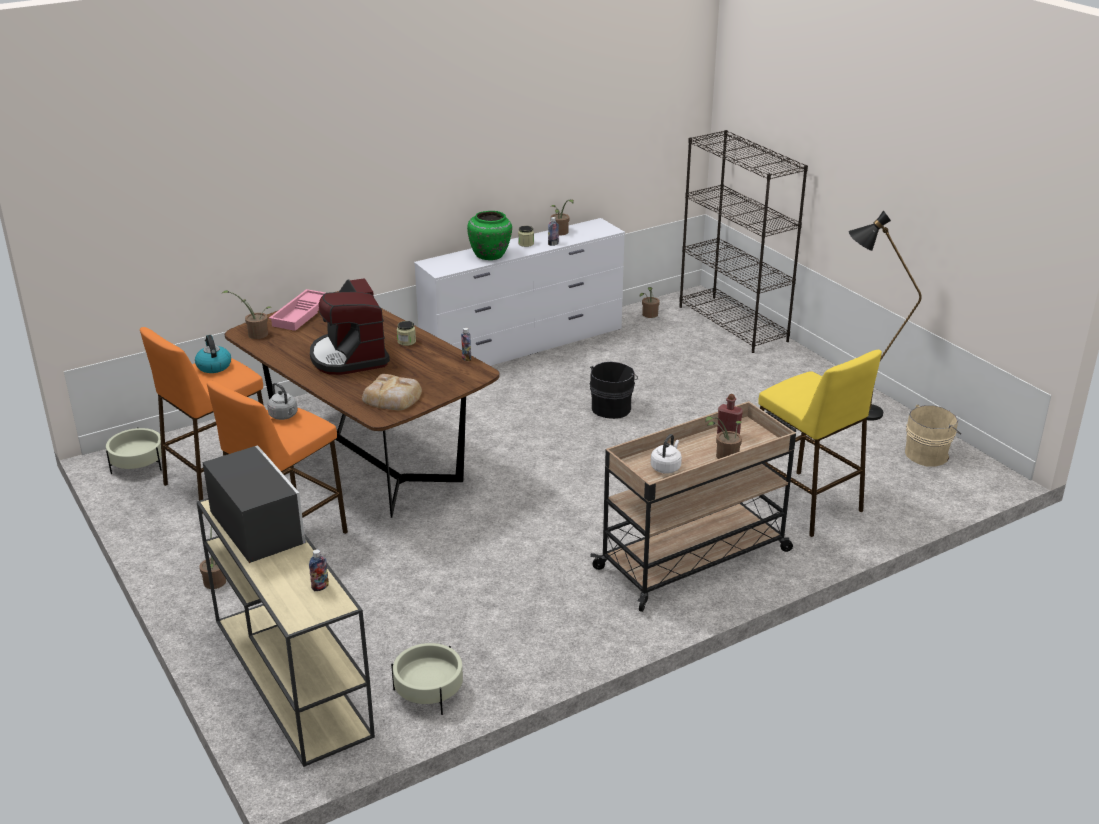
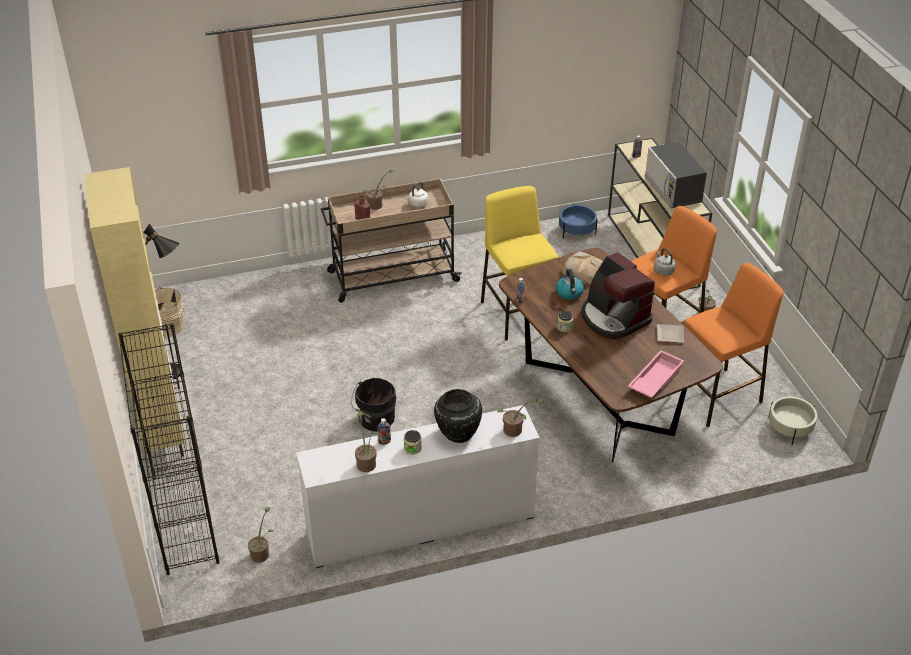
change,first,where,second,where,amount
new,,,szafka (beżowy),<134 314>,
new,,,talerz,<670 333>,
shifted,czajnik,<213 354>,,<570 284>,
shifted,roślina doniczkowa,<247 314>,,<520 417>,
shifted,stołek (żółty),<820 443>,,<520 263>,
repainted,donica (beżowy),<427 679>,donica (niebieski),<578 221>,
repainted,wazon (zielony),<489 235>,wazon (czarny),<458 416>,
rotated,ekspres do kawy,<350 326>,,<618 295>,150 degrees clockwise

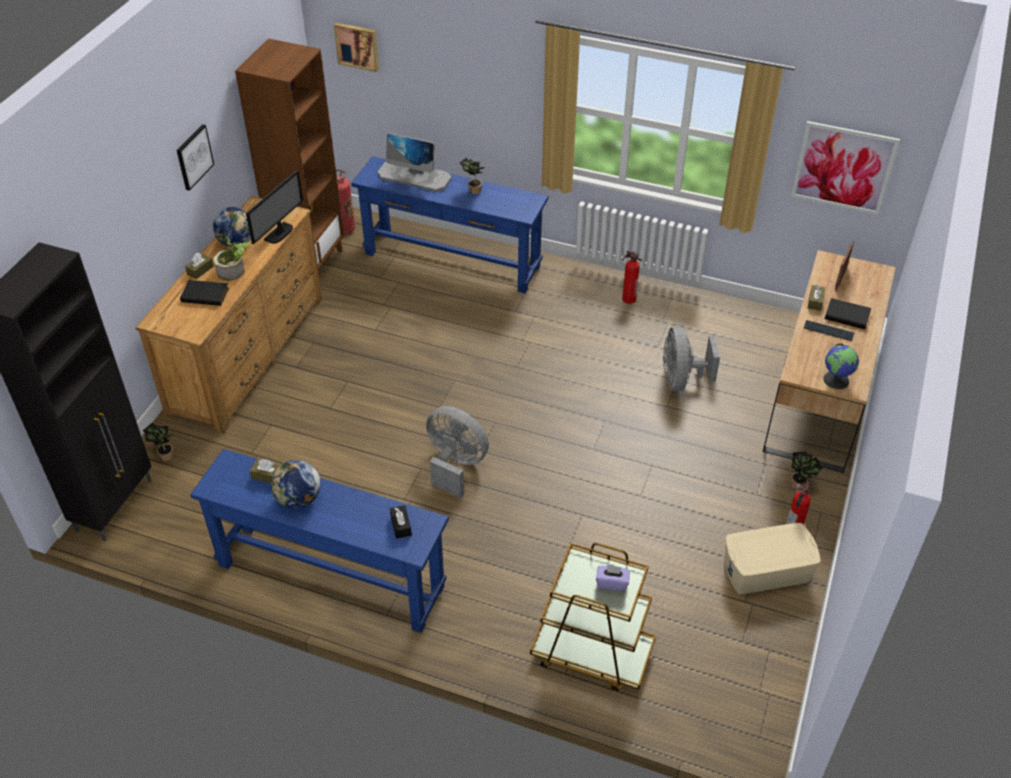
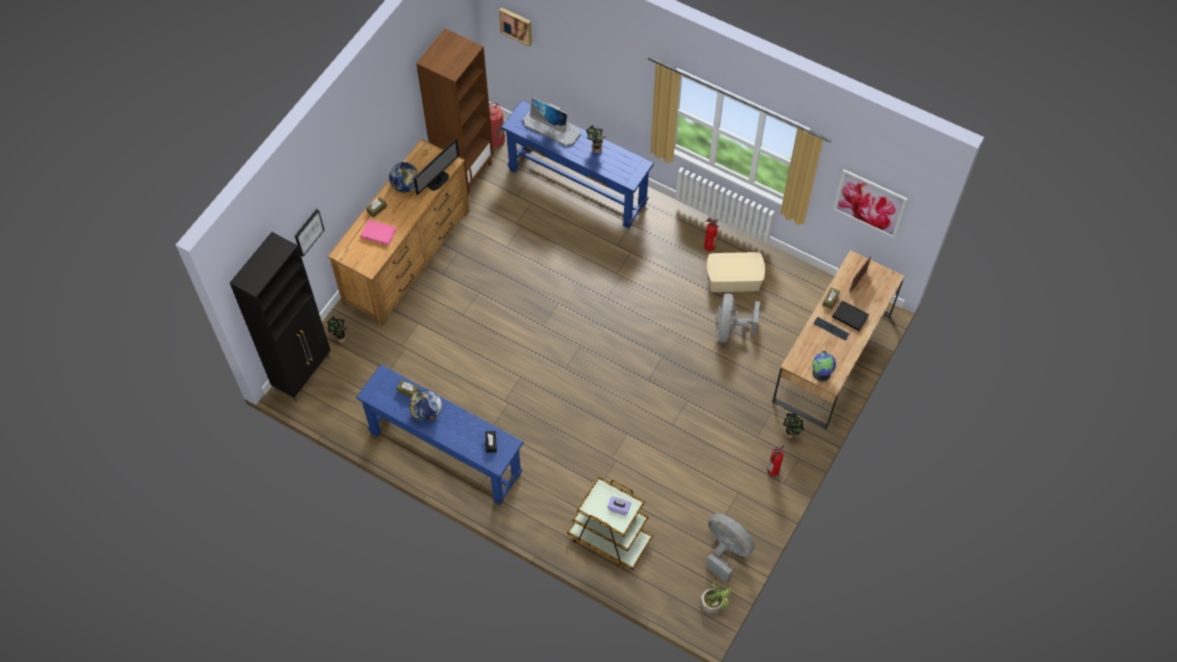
change,first,where,second,where,amount
shifted,obraz,<195 157>,,<309 232>,
shifted,roślina doniczkowa,<231 260>,,<716 597>,
shifted,wentylator (szary),<457 452>,,<730 548>,
shifted,pojemnik do przechowywania (beżowy),<772 558>,,<736 272>,
repainted,książka (czarny),<204 293>,książka (różowy),<378 232>,

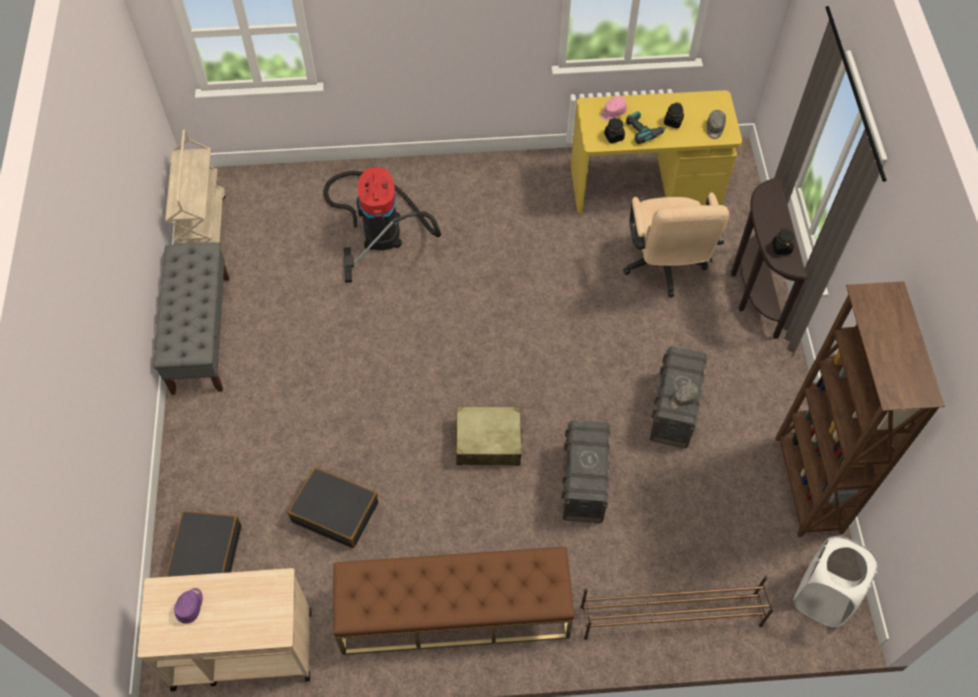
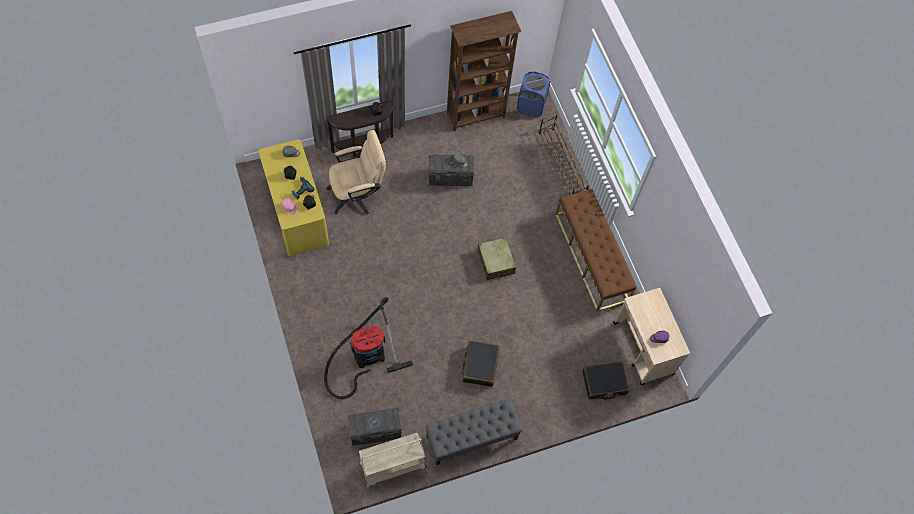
change,first,where,second,where,amount
shifted,walizka (czarny),<333 507>,,<481 363>,
shifted,pojemnik do przechowywania (szary),<586 471>,,<374 427>,
repainted,kosz na pranie (biały),<835 581>,kosz na pranie (niebieski),<533 94>,

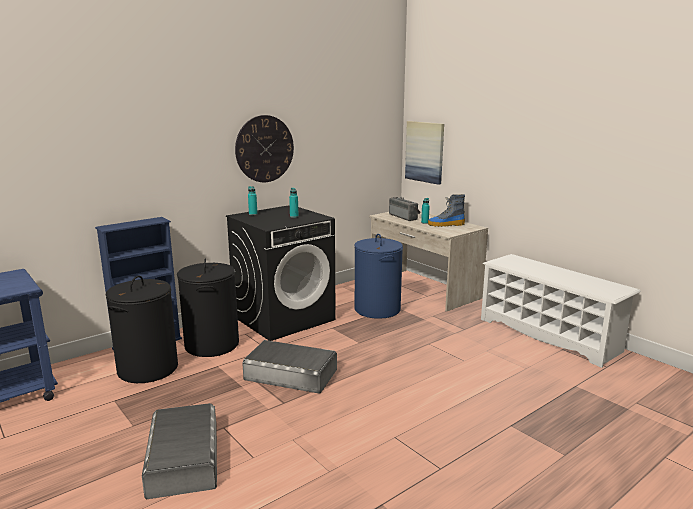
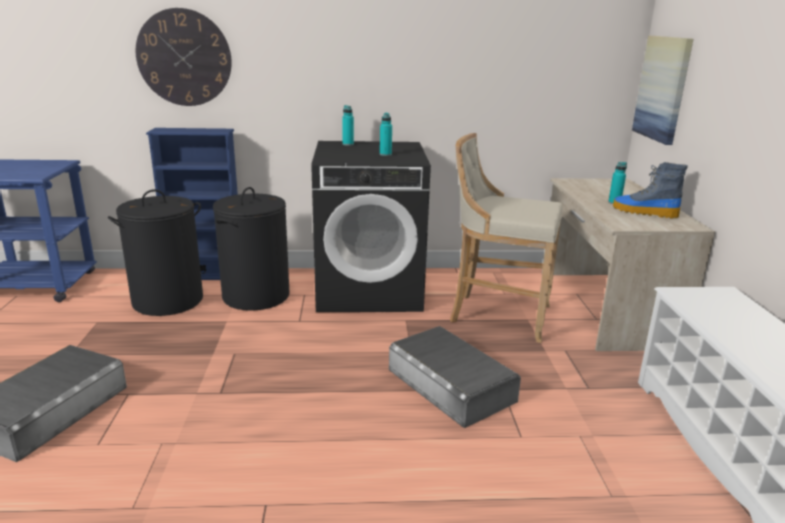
change,first,where,second,where,amount
gone,radio,<405 209>,,,
shifted,zegar ścienny,<264 148>,,<184 57>,
shifted,pojemnik do przechowywania (szary),<289 367>,,<455 377>,
swapped,kosz na pranie (niebieski),<378 276>,stołek (beżowy),<506 238>,

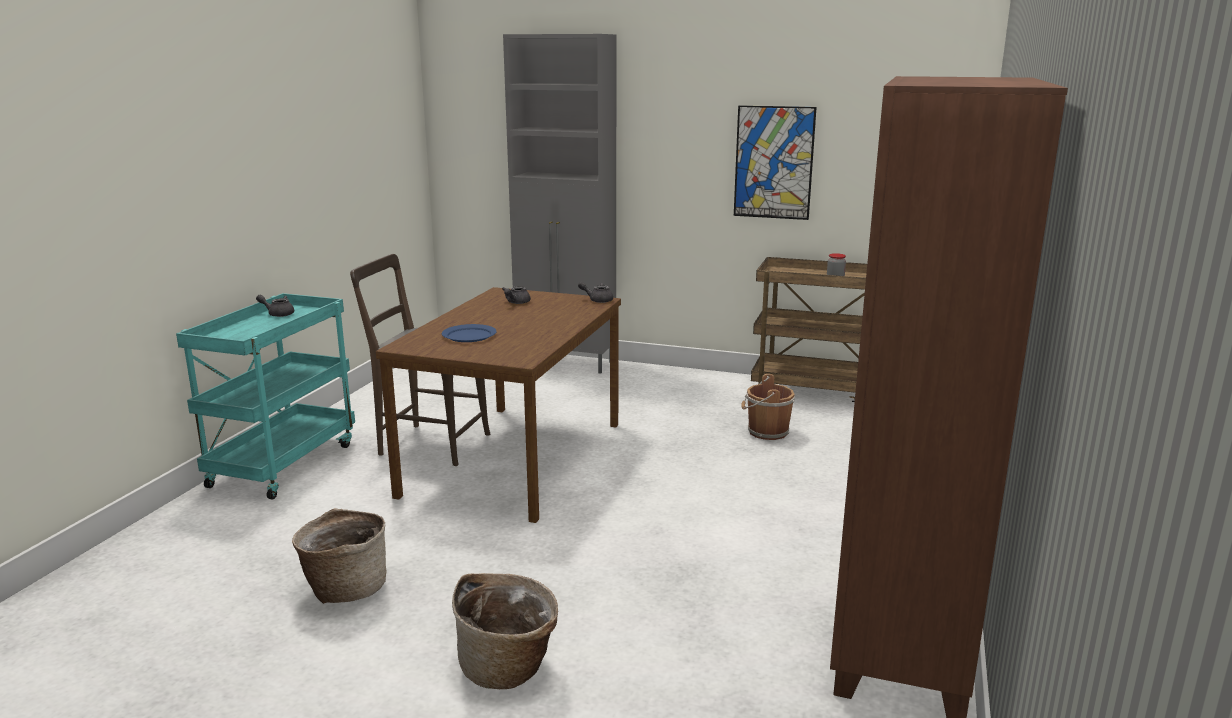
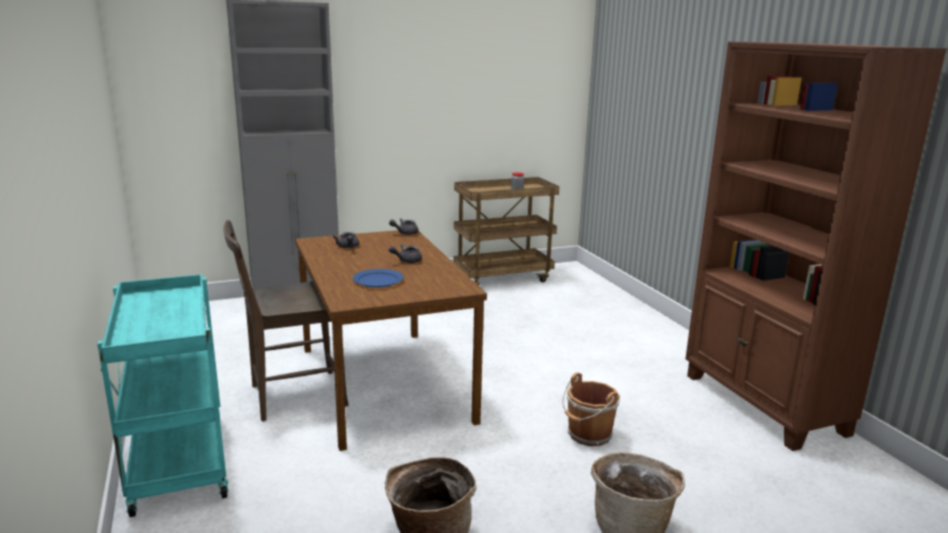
change,first,where,second,where,amount
gone,obraz,<775 162>,,,
shifted,imbryk (szary),<275 306>,,<405 253>,
shifted,wiadro (brązowy),<768 407>,,<591 409>,

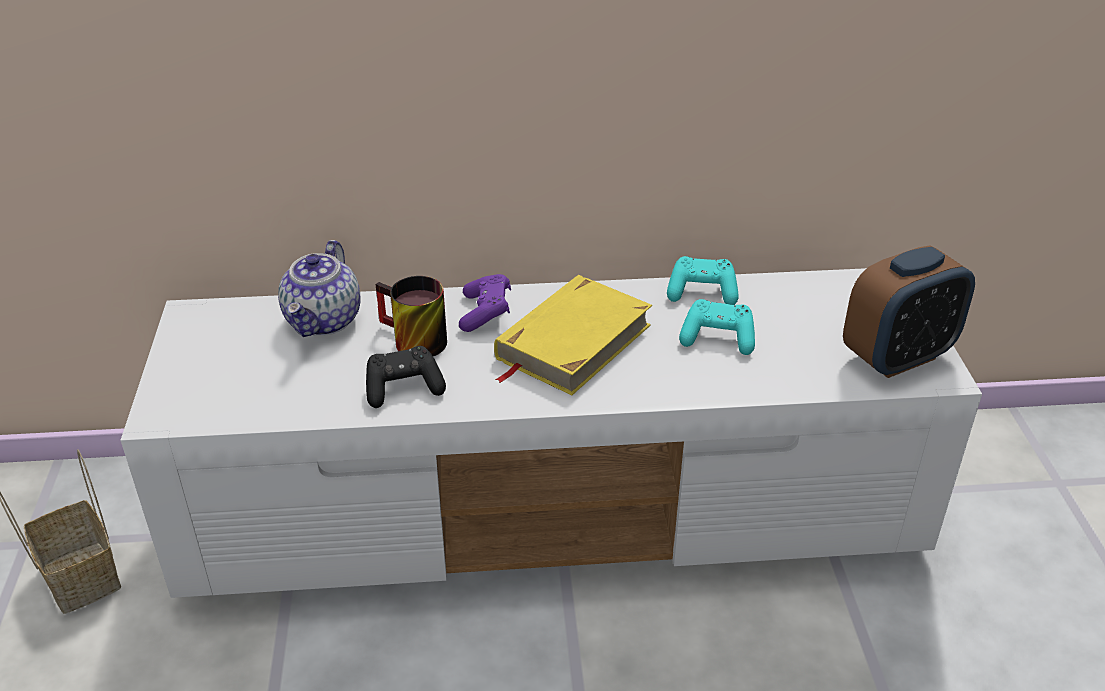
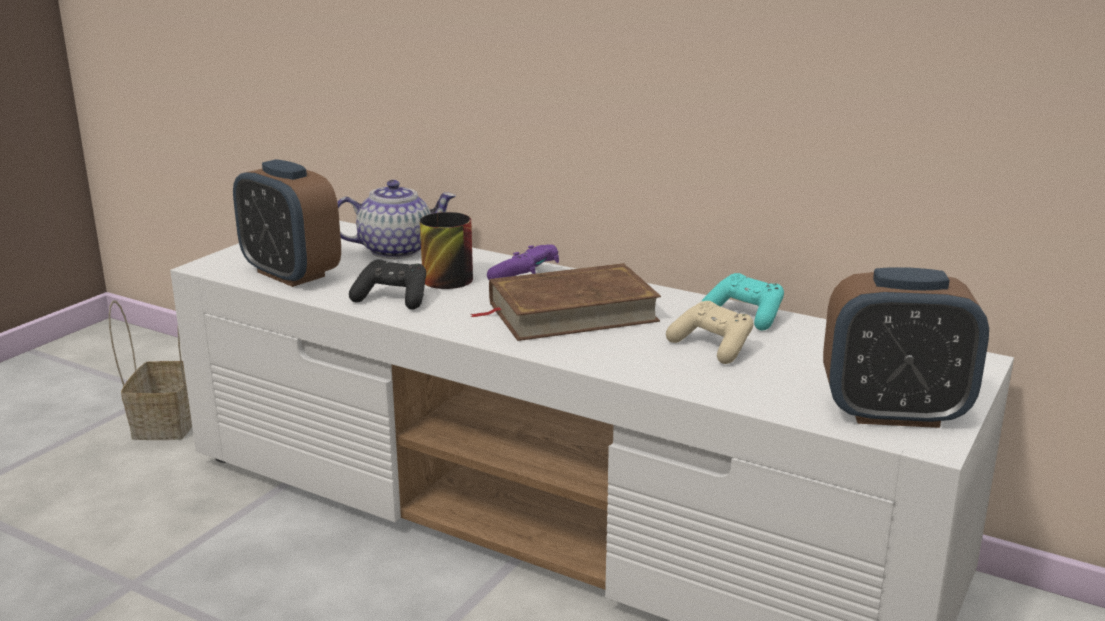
change,first,where,second,where,amount
new,,,budzik,<287 223>,
repainted,książka (żółty),<573 335>,książka (brązowy),<565 302>,
repainted,pad do gier (turkusowy),<717 327>,pad do gier (beżowy),<710 332>,
rotated,imbryk,<319 288>,,<396 219>,150 degrees counterclockwise

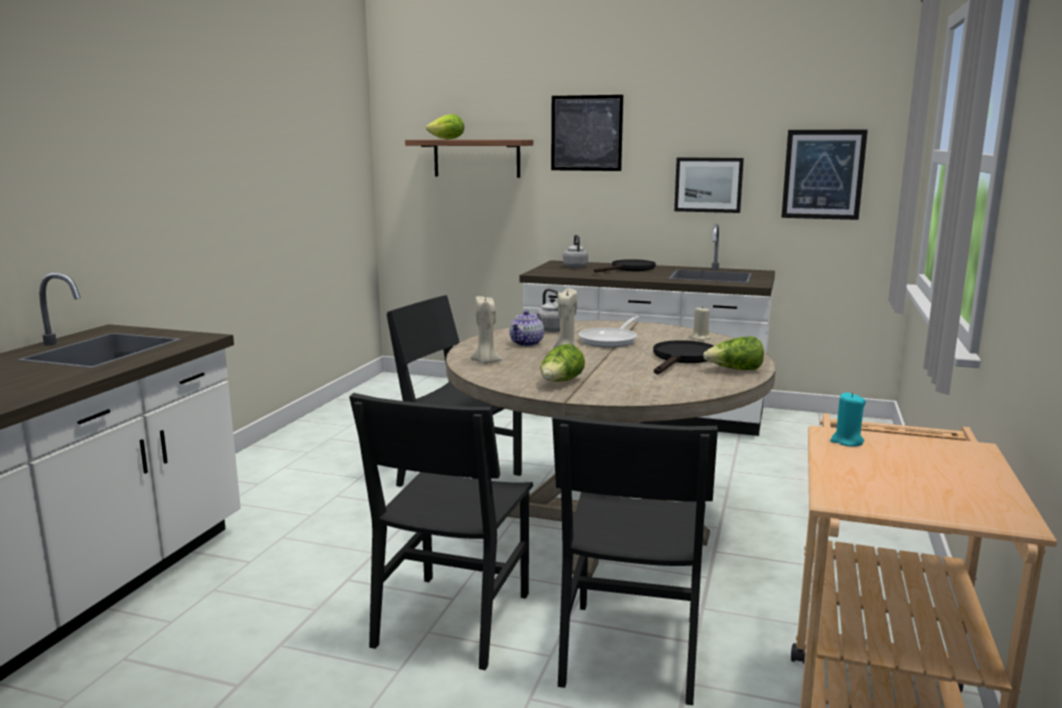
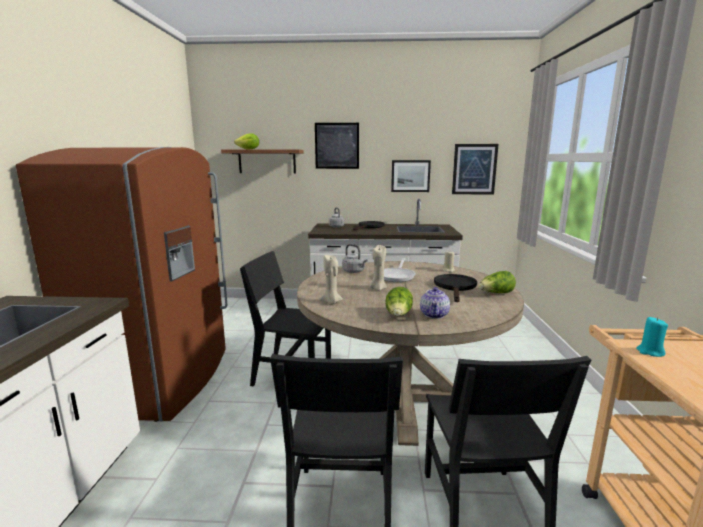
change,first,where,second,where,amount
new,,,lodówka (brązowy),<122 284>,
shifted,imbryk,<527 328>,,<435 303>,

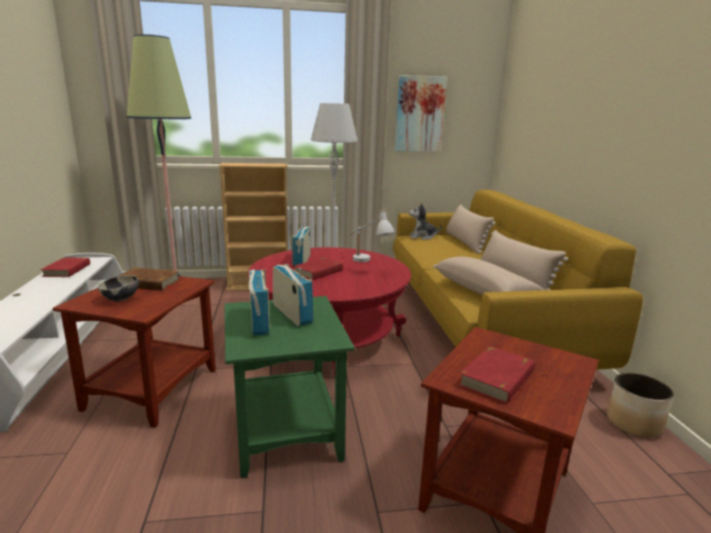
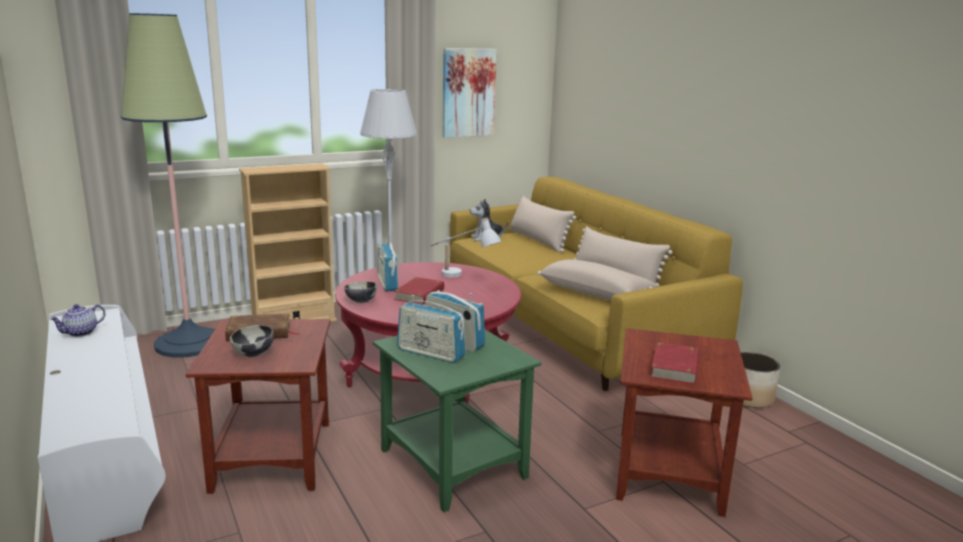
change,first,where,second,where,amount
new,,,miska,<360 292>,
swapped,książka (czerwony),<65 267>,imbryk,<78 320>,
rotated,radio,<259 302>,,<431 329>,150 degrees clockwise

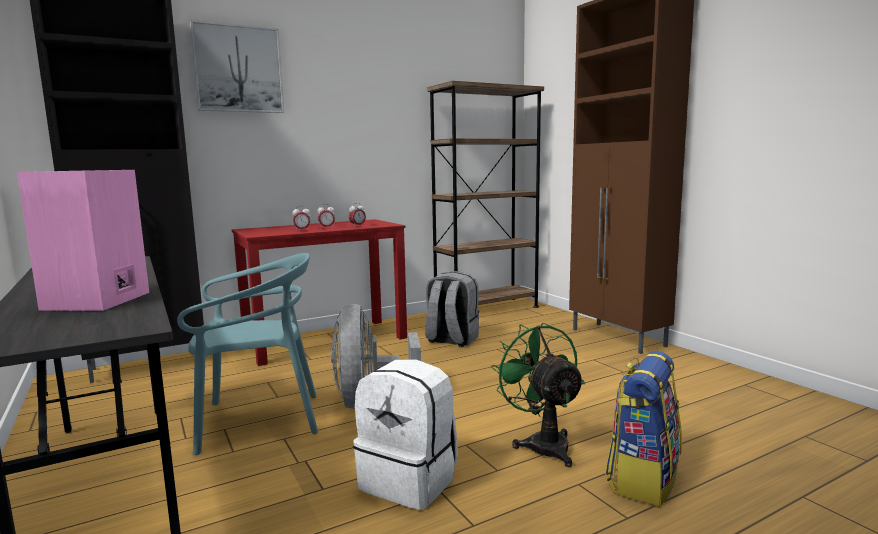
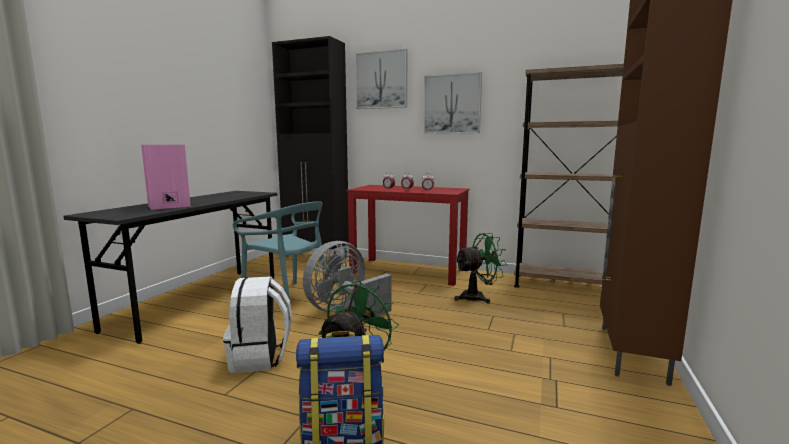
change,first,where,second,where,amount
new,,,obraz,<452 103>,
swapped,plecak (szary),<452 309>,wentylator (zielony),<480 268>,

